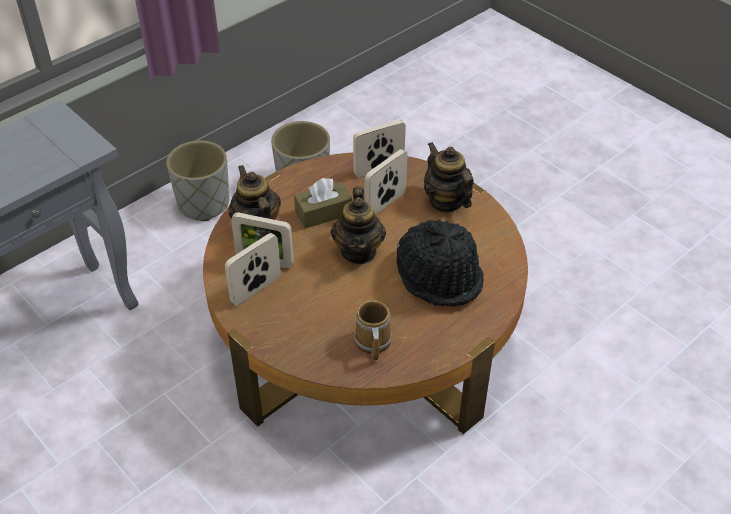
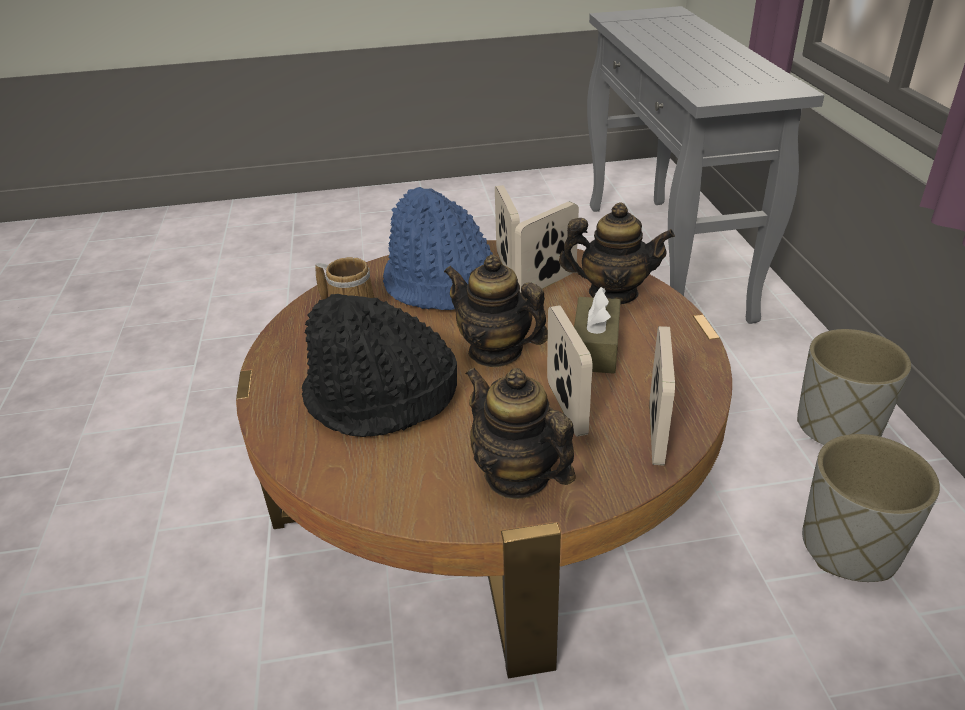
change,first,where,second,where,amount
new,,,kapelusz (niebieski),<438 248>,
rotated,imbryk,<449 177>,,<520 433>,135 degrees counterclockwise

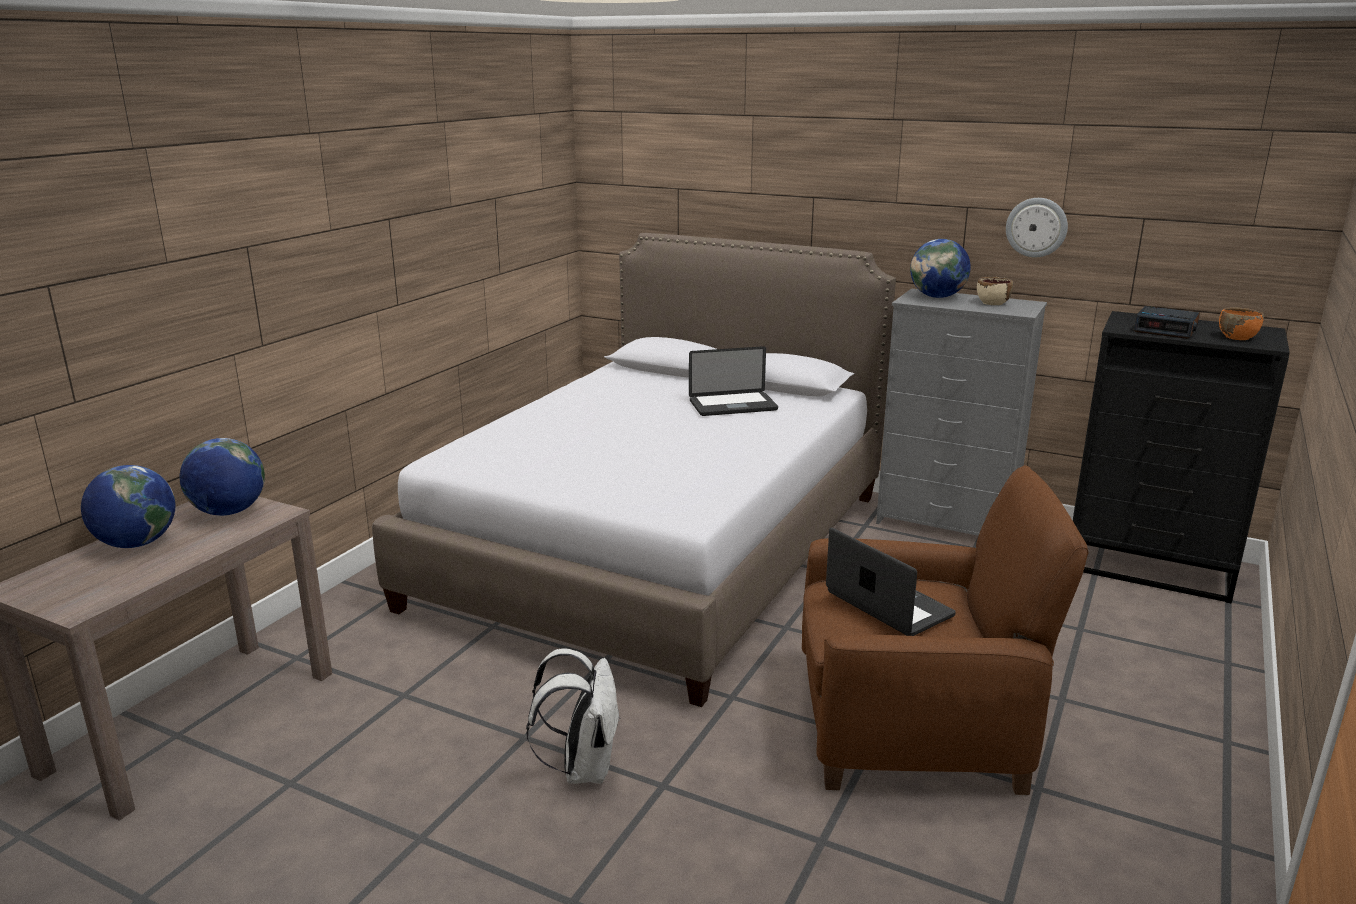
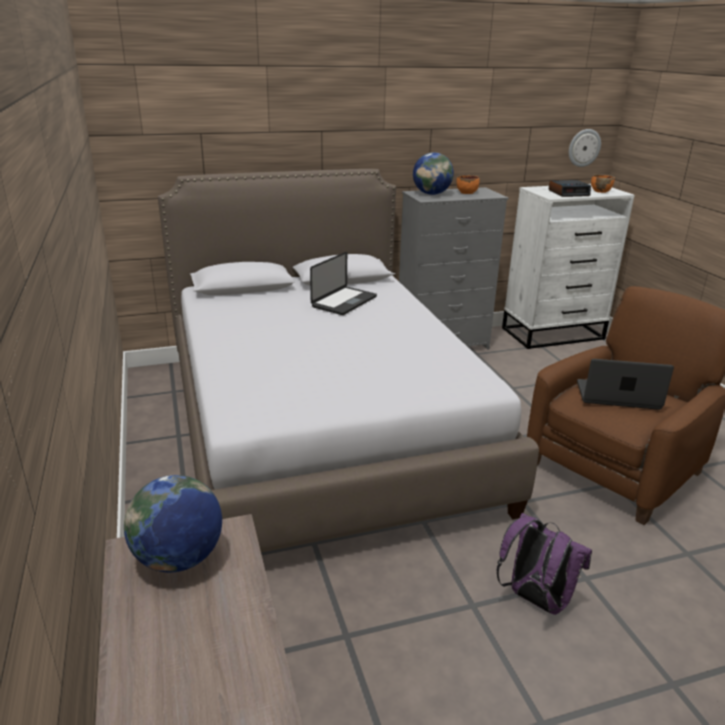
change,first,where,second,where,amount
gone,globus,<128 506>,,,
shifted,zegar ścienny,<1037 227>,,<585 148>,
repainted,plecak (biały),<573 716>,plecak (fioletowy),<544 564>,
repainted,miska (beżowy),<995 291>,miska (pomarańczowy),<468 184>,
repainted,komoda (czarny),<1181 457>,komoda (biały),<568 266>,

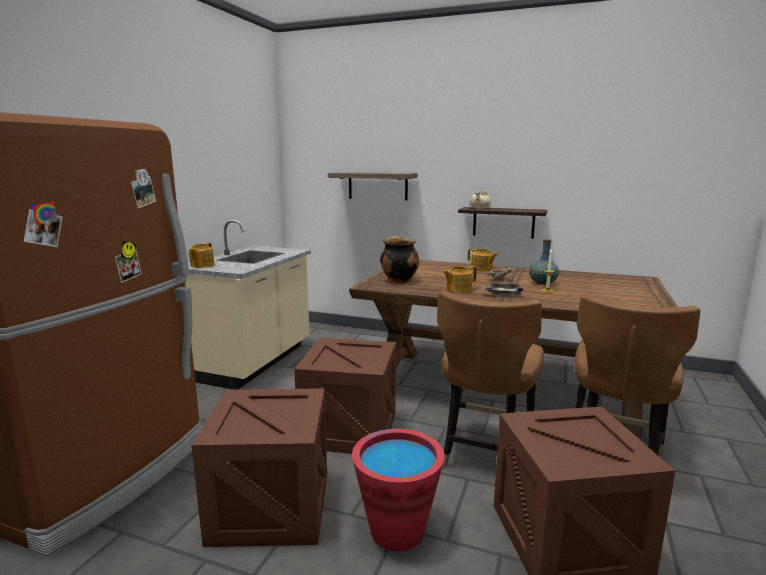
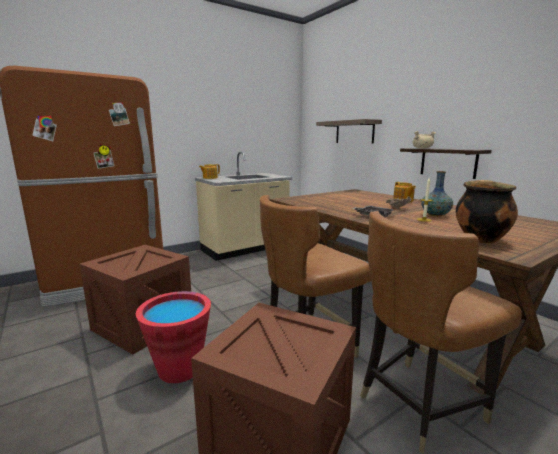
change,first,where,second,where,amount
gone,skrzynka,<345 396>,,,
gone,imbryk,<459 279>,,,
shifted,garnek,<399 259>,,<487 212>,

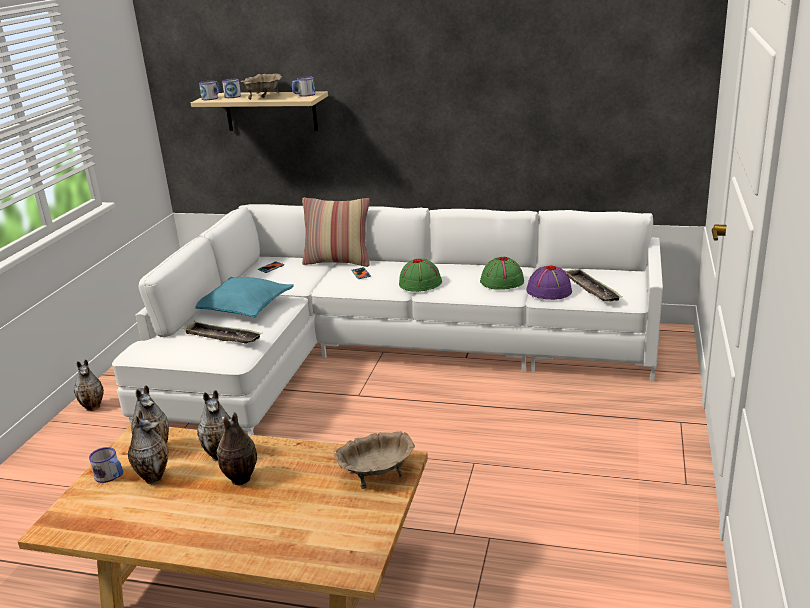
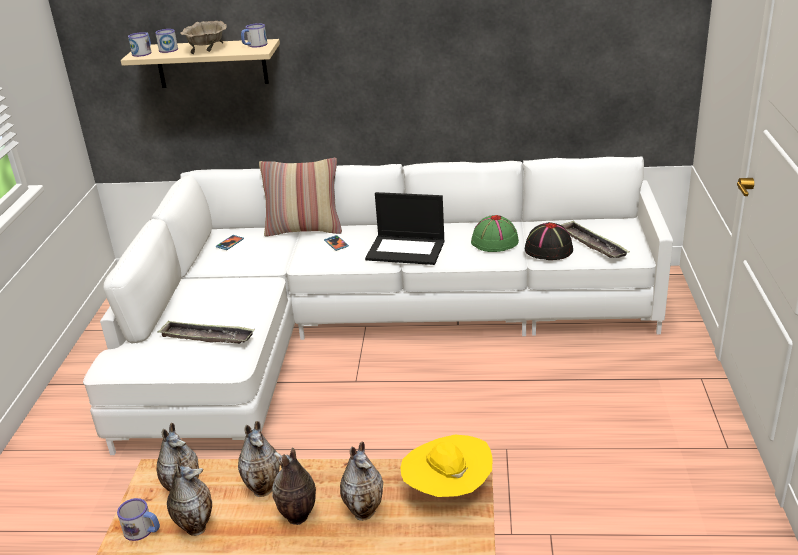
change,first,where,second,where,amount
gone,poduszka (turkusowy),<245 297>,,,
shifted,wazon,<89 385>,,<361 481>,
swapped,miska (beżowy),<374 460>,kapelusz (żółty),<446 466>,
swapped,kapelusz (zielony),<420 275>,laptop,<405 228>,
repainted,kapelusz (fioletowy),<549 282>,kapelusz (czarny),<549 241>,

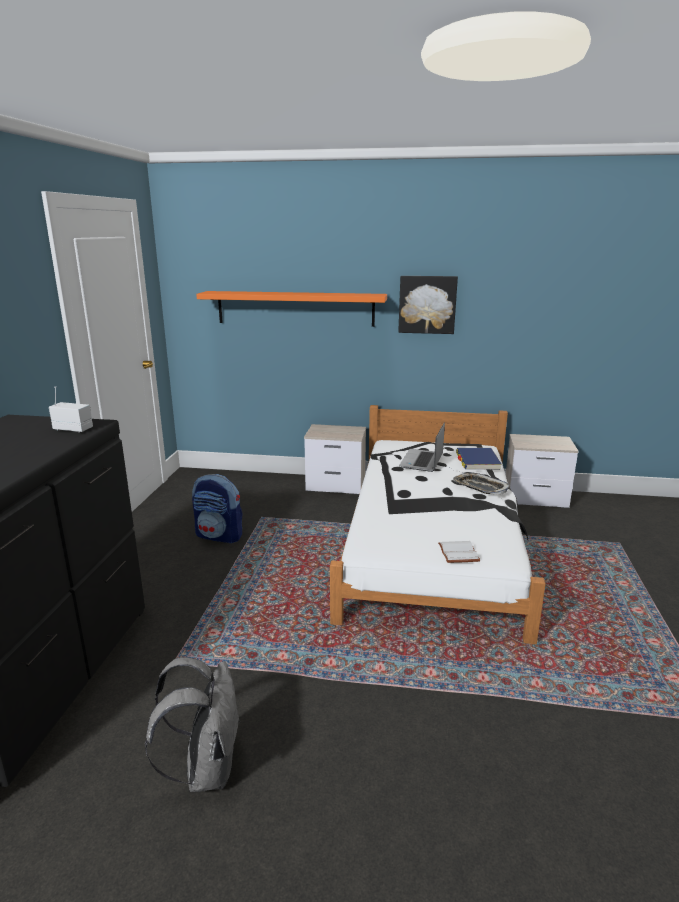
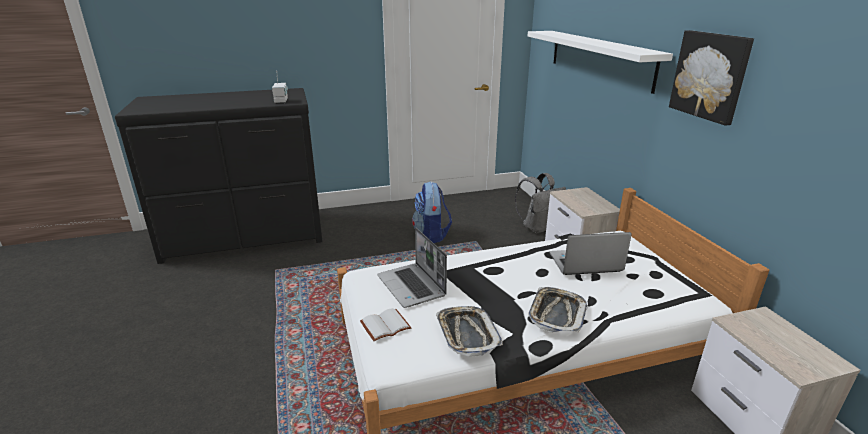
change,first,where,second,where,amount
gone,książka (niebieski),<479 459>,,,
new,,,laptop,<412 268>,
new,,,taca,<469 331>,
shifted,plecak (szary),<192 724>,,<540 203>,
repainted,półka (pomarańczowy),<291 309>,półka (biały),<600 62>,

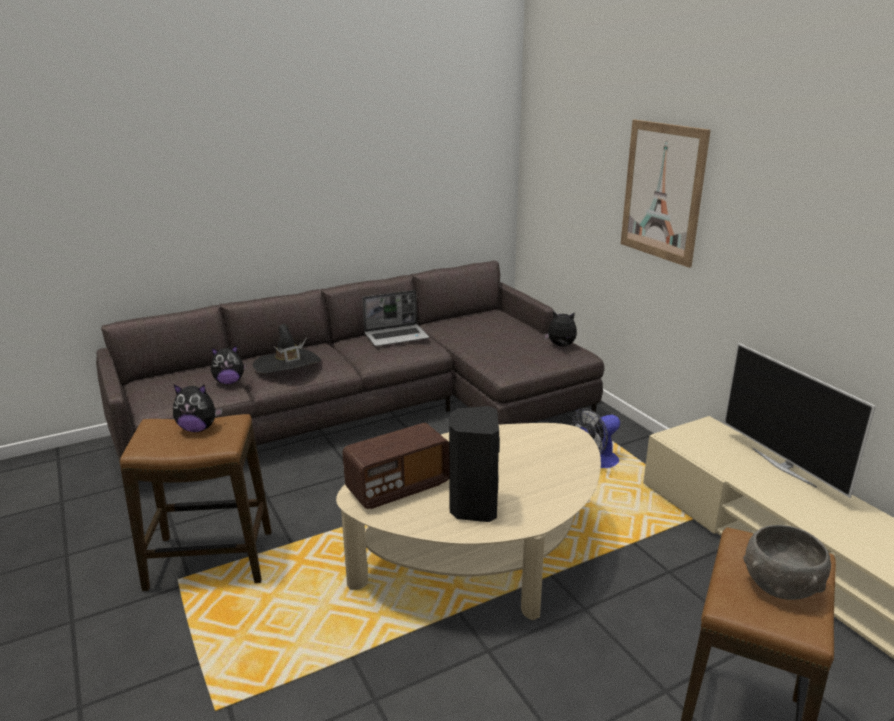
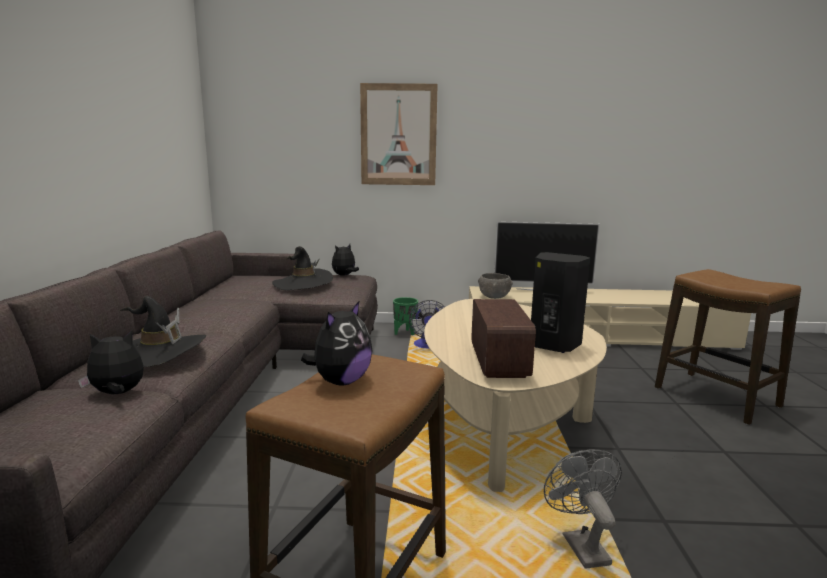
change,first,where,second,where,amount
gone,laptop,<395 318>,,,
new,,,kapelusz (czarny),<302 268>,
new,,,donica (zielony),<405 316>,
new,,,wentylator (szary),<583 509>,
shifted,miska (szary),<787 562>,,<495 286>,
rotated,pluszak,<228 364>,,<111 362>,120 degrees counterclockwise

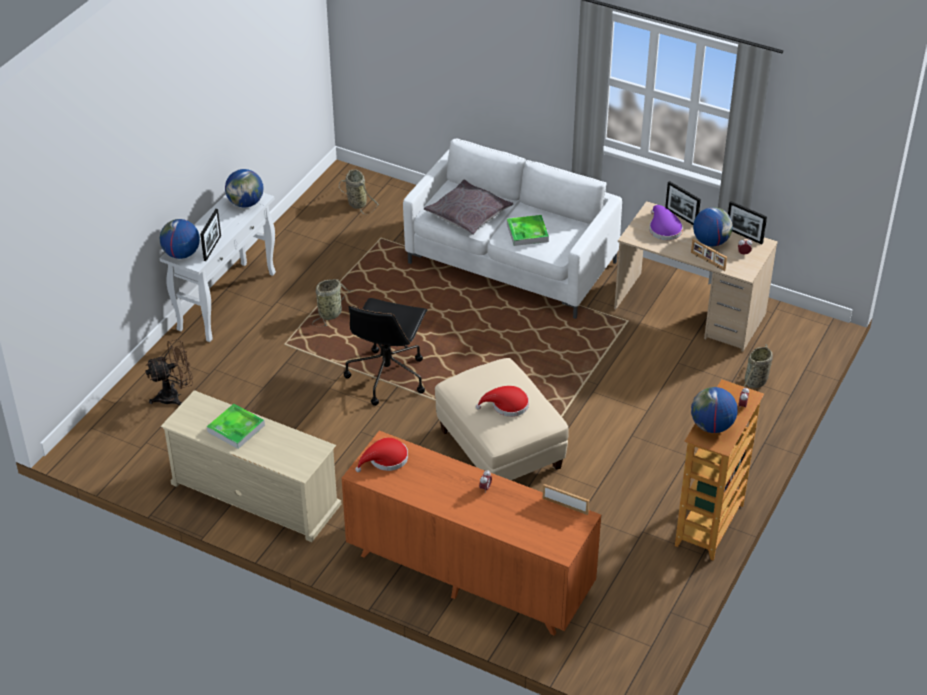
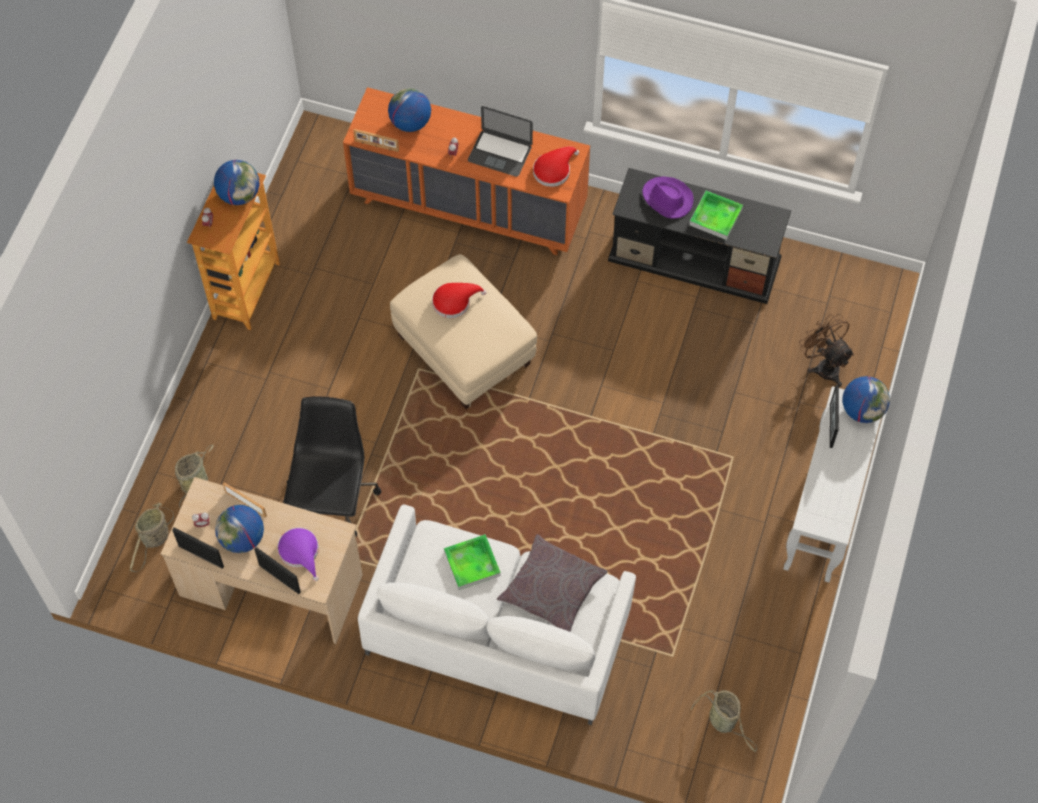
change,first,where,second,where,amount
new,,,laptop,<500 141>,
new,,,kapelusz (fioletowy),<668 197>,
shifted,globus,<244 188>,,<409 110>,
shifted,koszyk,<332 302>,,<152 537>,
shifted,krzesło biurowe (czarny),<385 352>,,<332 466>,
repainted,szafka pod telewizor (beżowy),<250 466>,szafka pod telewizor (czarny),<699 236>,
rotated,wentylator (brązowy),<169 372>,,<826 350>,90 degrees clockwise

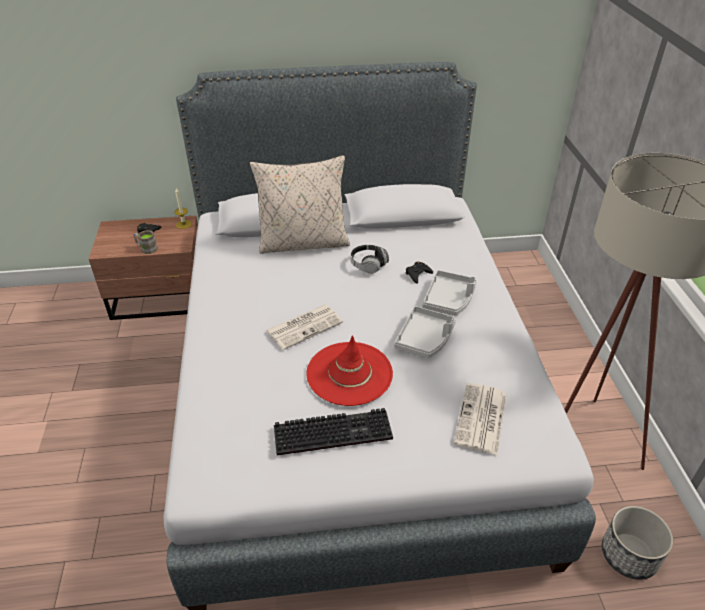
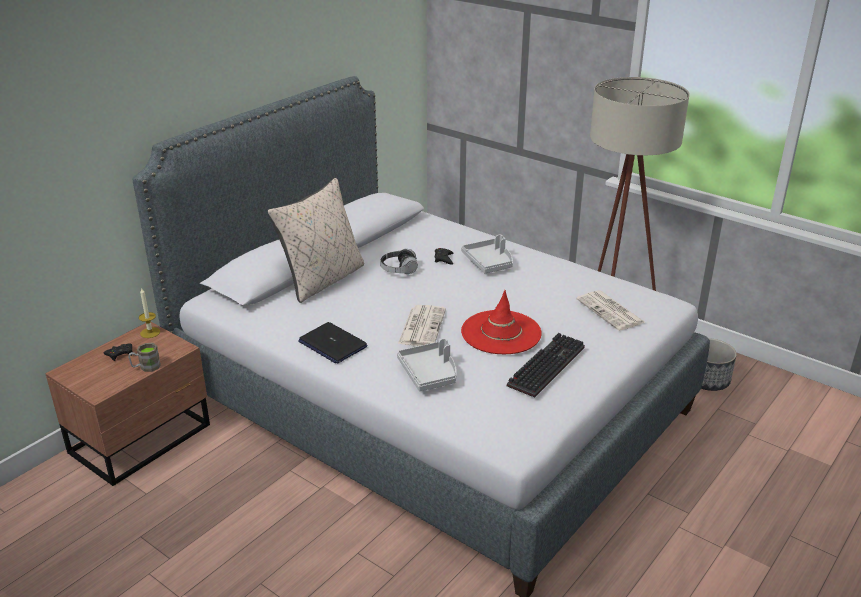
change,first,where,second,where,amount
new,,,laptop,<332 343>,
shifted,taca (szary),<425 332>,,<427 364>,

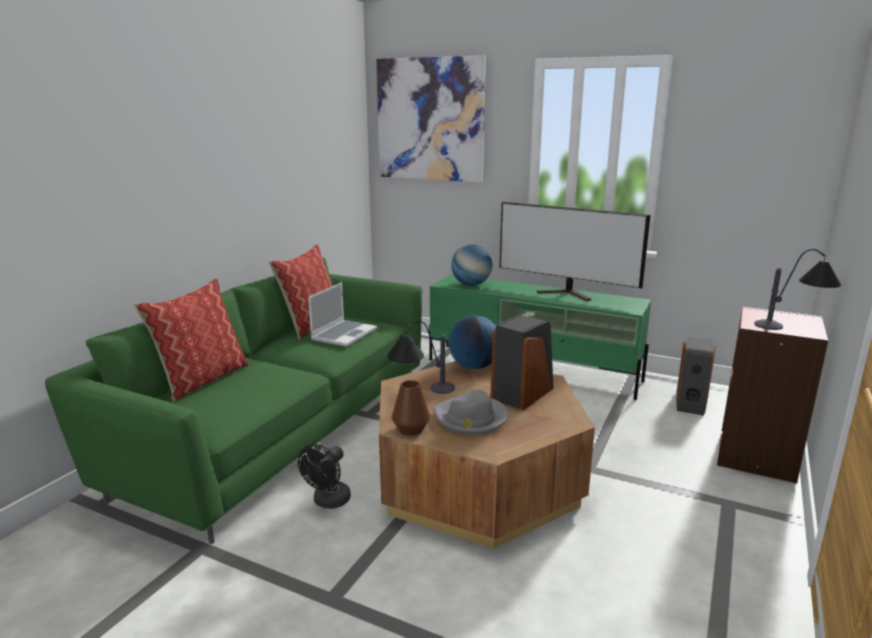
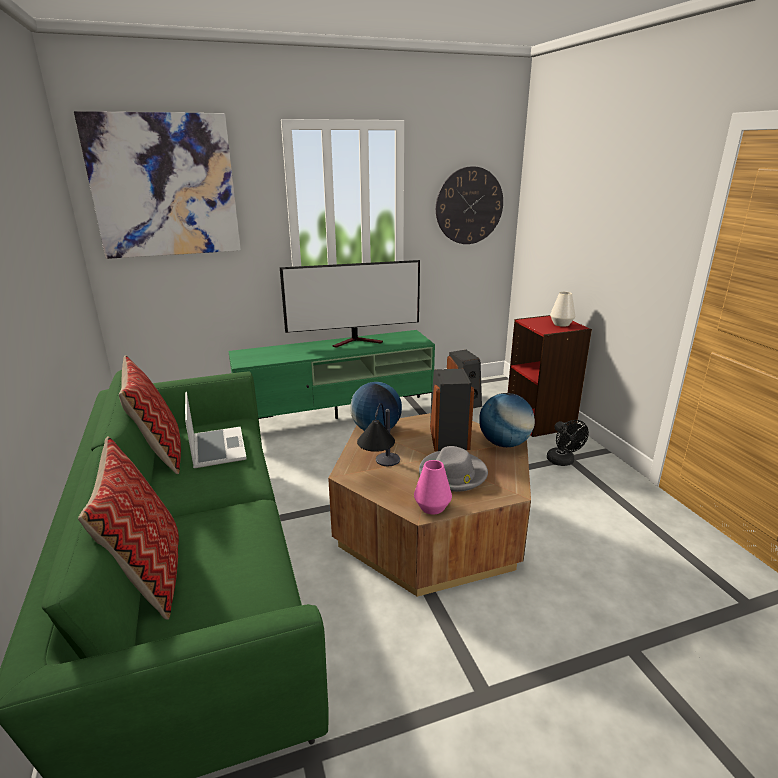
change,first,where,second,where,amount
new,,,zegar ścienny,<469 205>,
shifted,wentylator (czarny),<324 476>,,<568 443>,
shifted,globus,<471 265>,,<507 420>,
swapped,lampa stołowa,<797 289>,wazon (biały),<562 309>,
repainted,wazon (brązowy),<411 408>,wazon (różowy),<433 487>,

